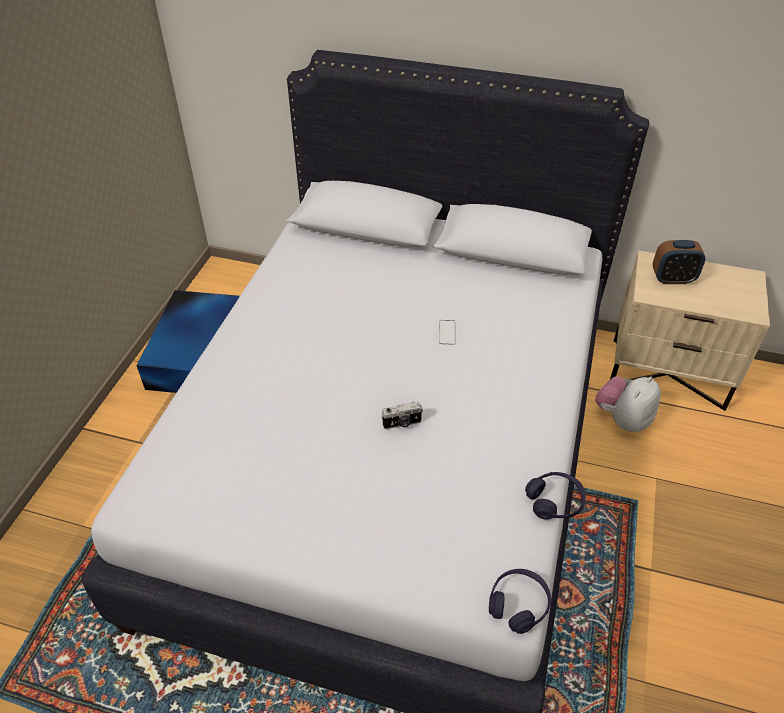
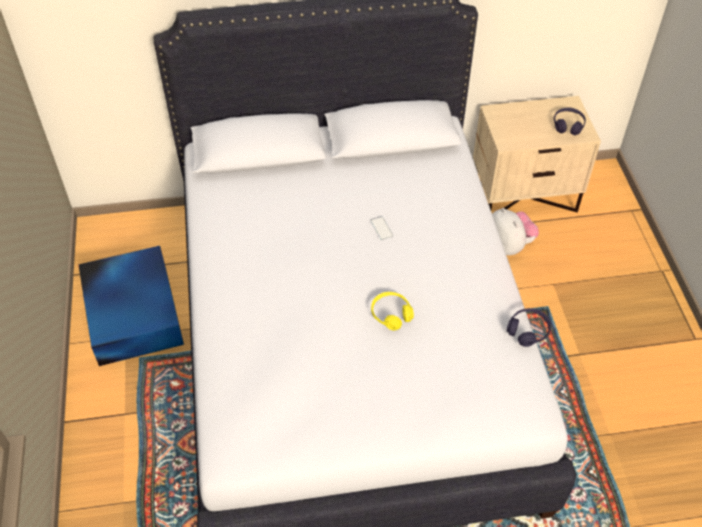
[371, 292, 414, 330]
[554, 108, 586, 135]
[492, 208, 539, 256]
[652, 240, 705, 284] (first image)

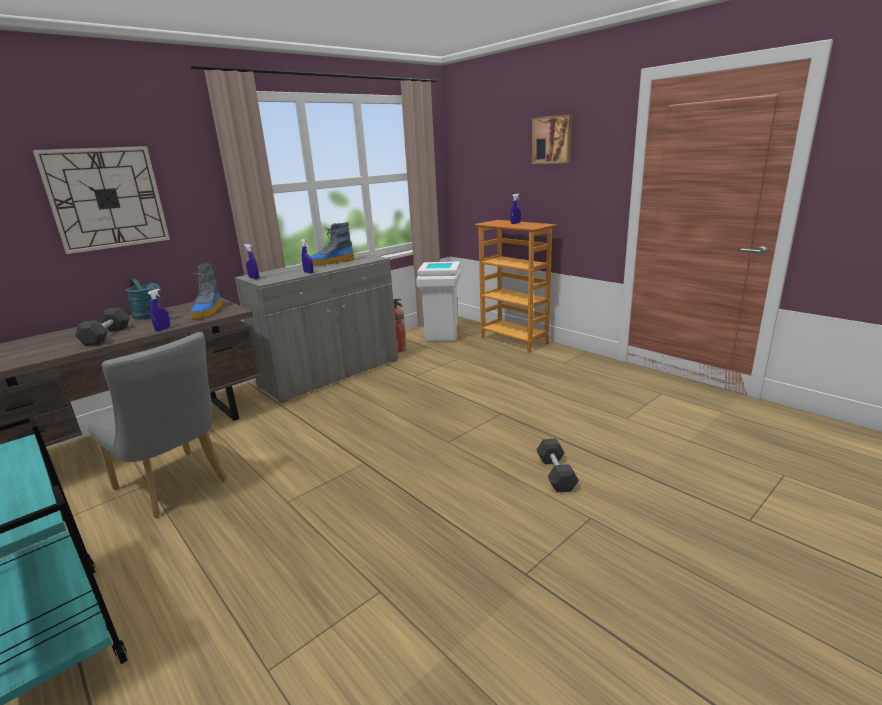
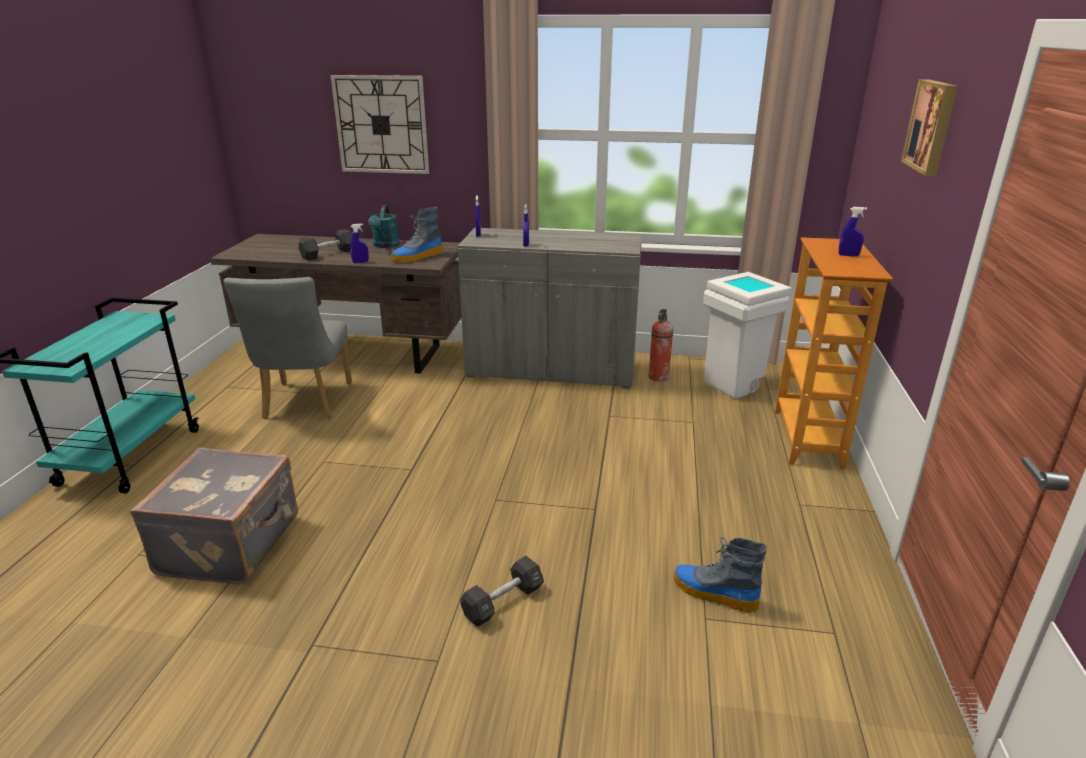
[674, 537, 767, 613]
[130, 447, 298, 584]

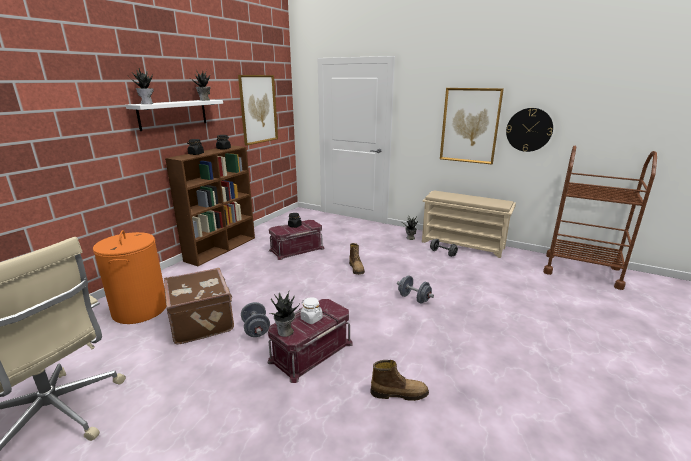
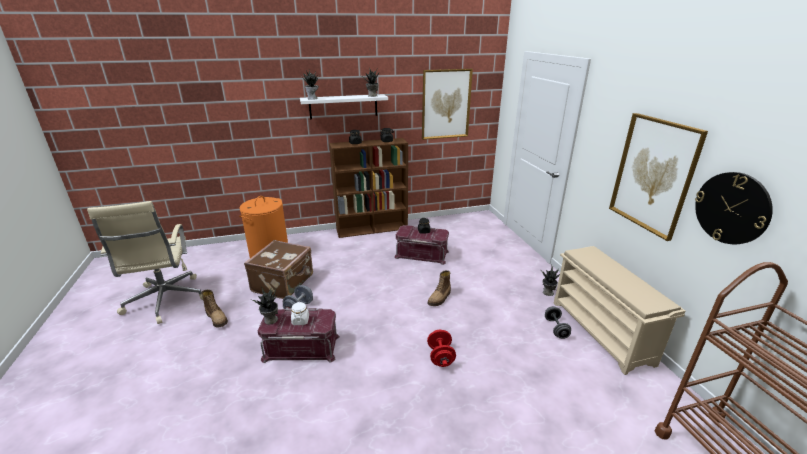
[201, 290, 228, 327]
[427, 330, 456, 367]

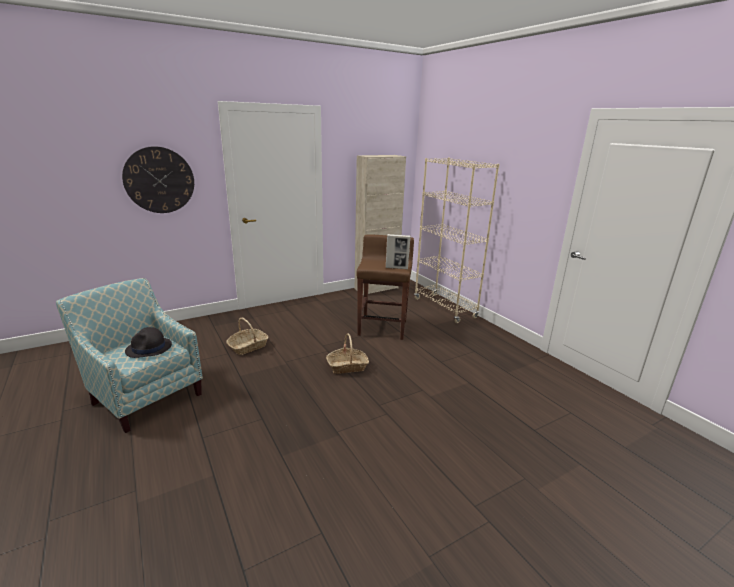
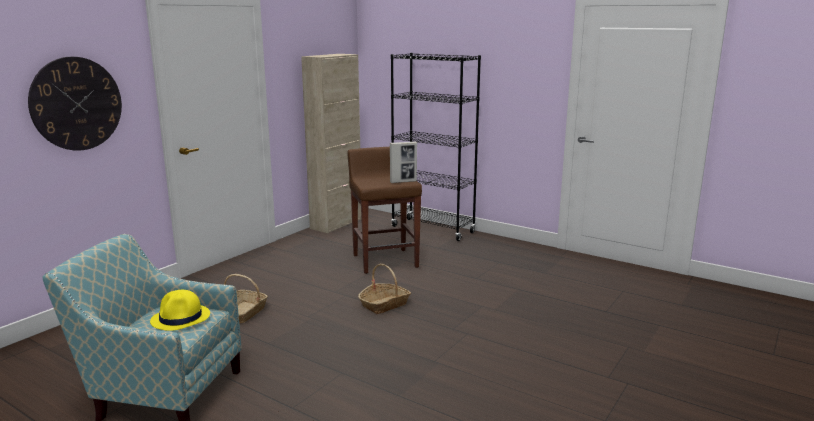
[150, 290, 210, 331]
[391, 53, 481, 241]

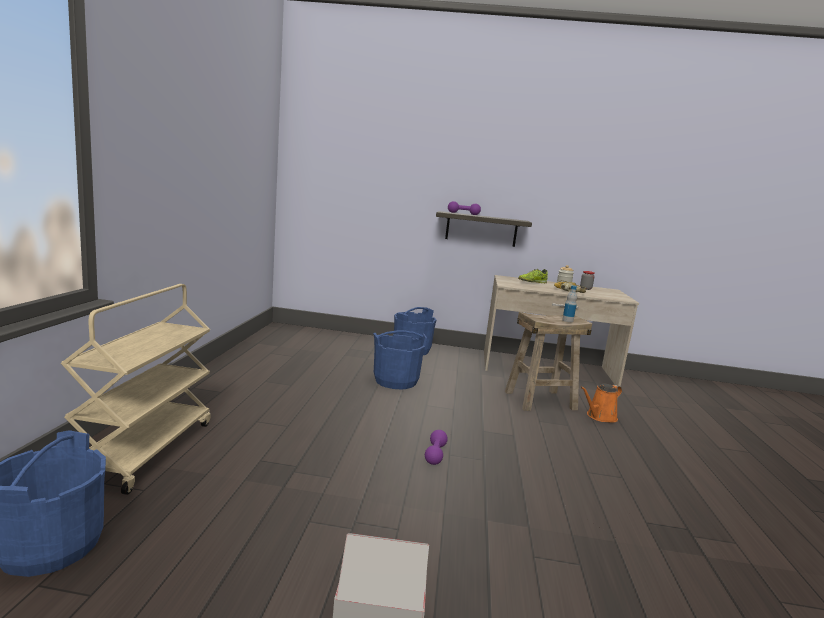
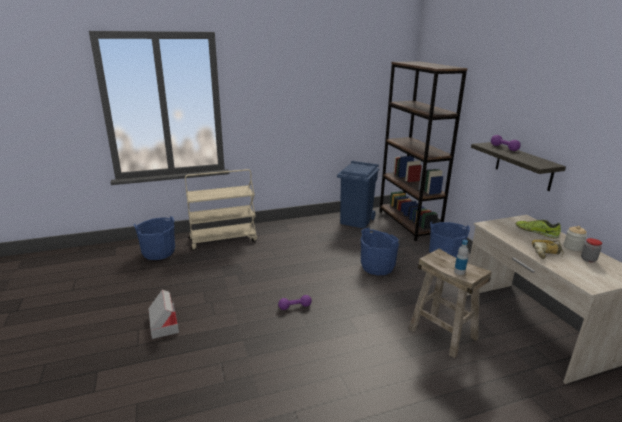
[581, 384, 622, 423] (first image)
[337, 161, 379, 228]
[379, 61, 468, 241]

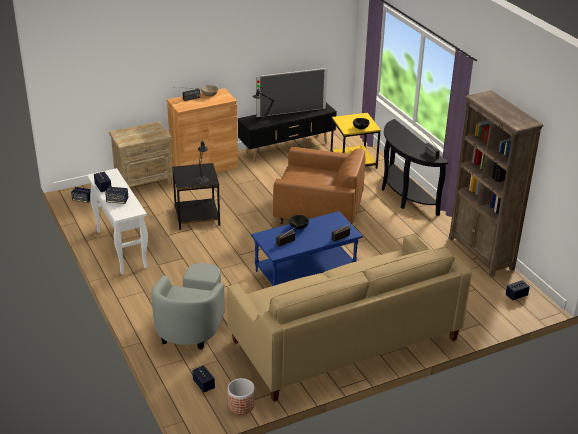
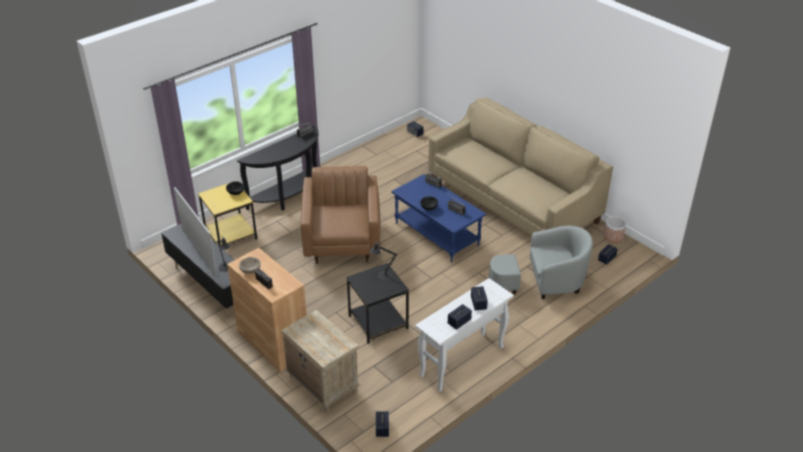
[449, 90, 543, 277] (first image)

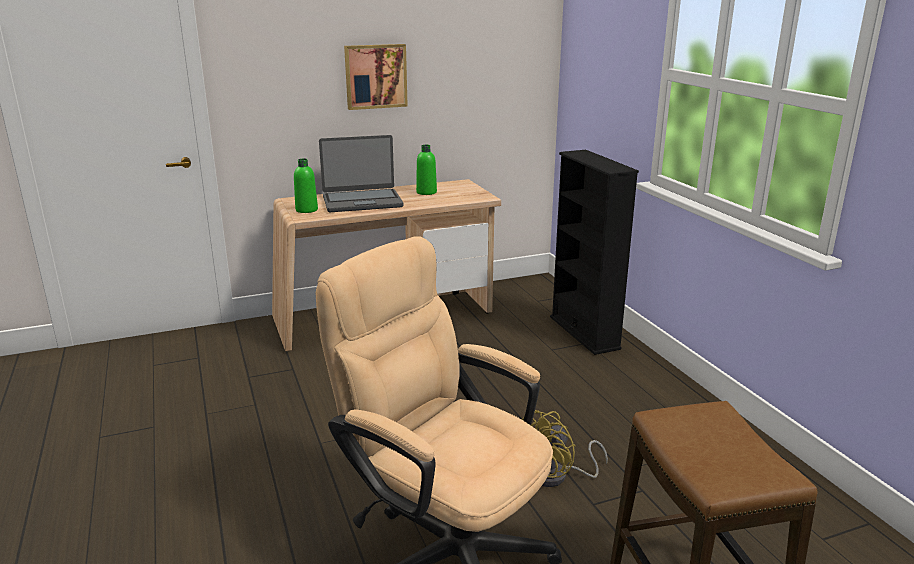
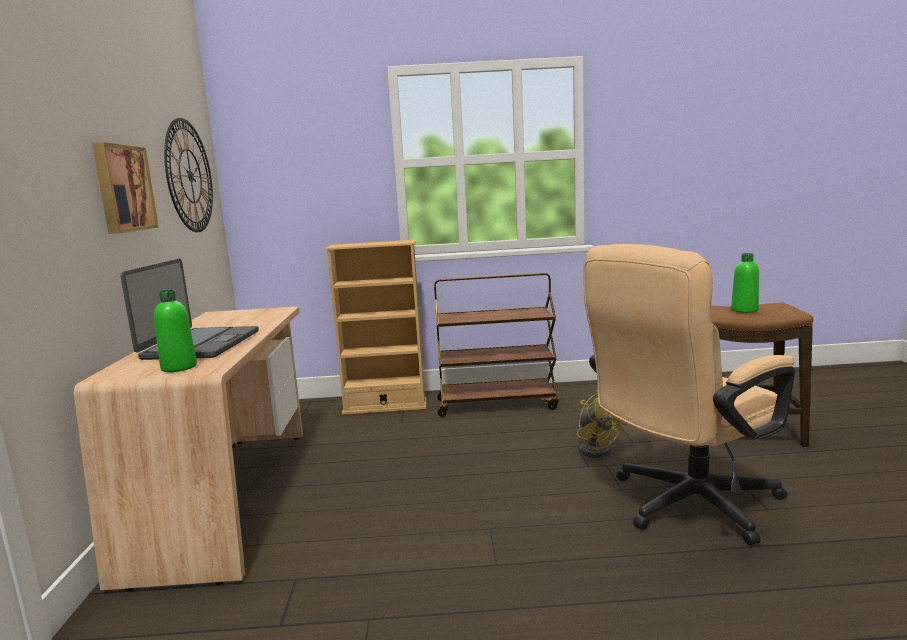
[731, 253, 759, 313]
[325, 240, 426, 415]
[164, 118, 213, 232]
[434, 273, 559, 417]

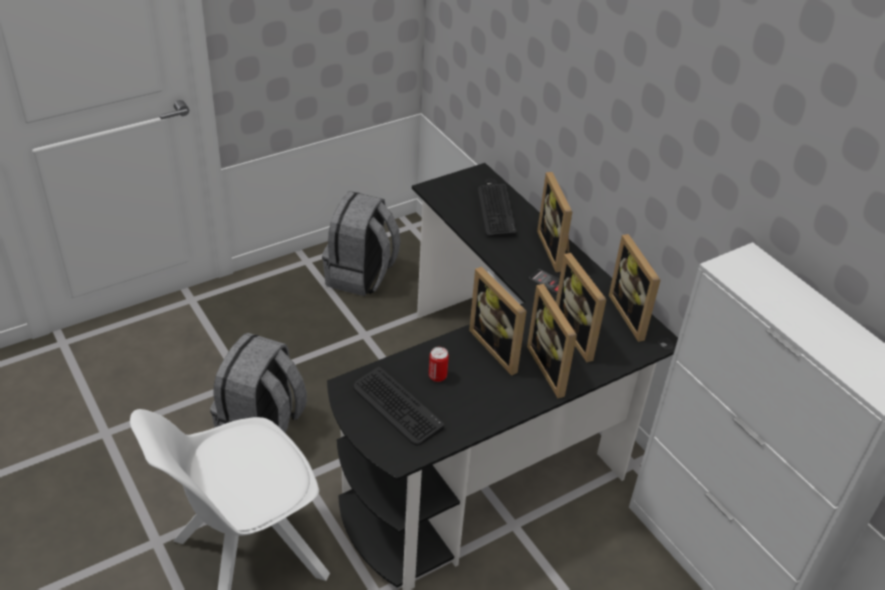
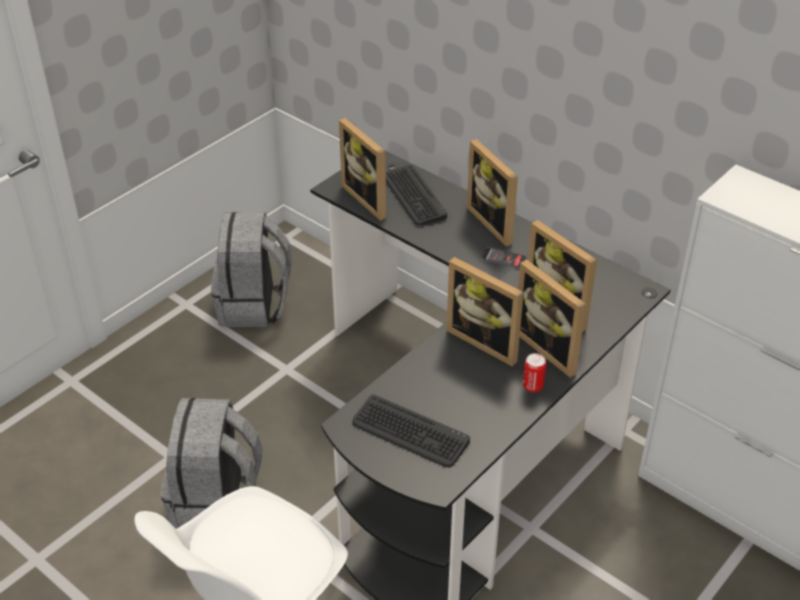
[523, 353, 546, 393]
[339, 118, 386, 221]

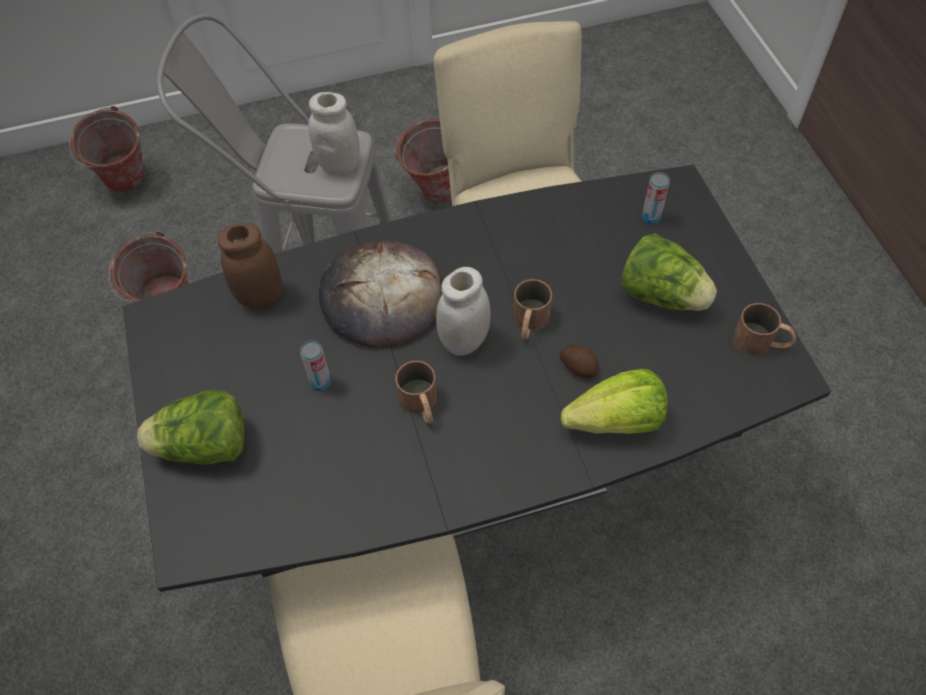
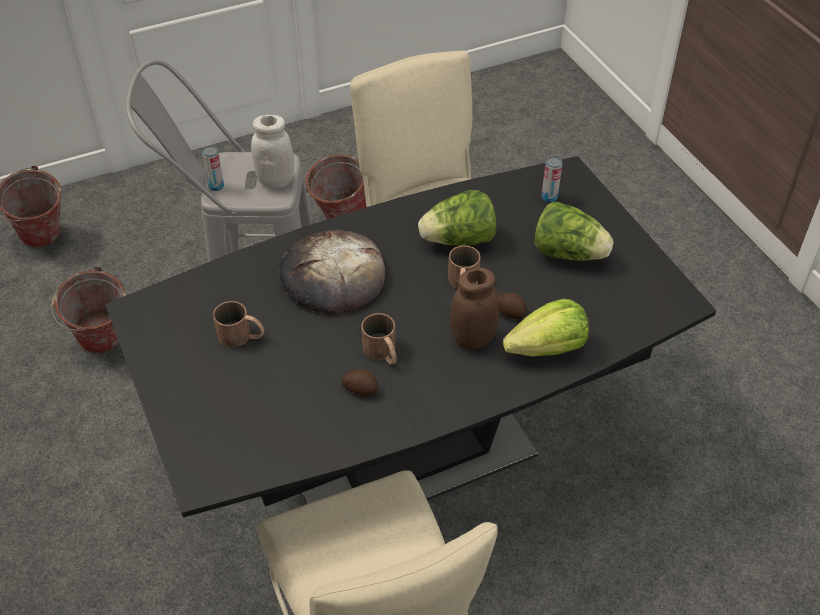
[418, 190, 496, 246]
[450, 268, 499, 349]
[202, 145, 224, 191]
[436, 267, 491, 356] (first image)
[213, 301, 264, 348]
[341, 369, 379, 397]

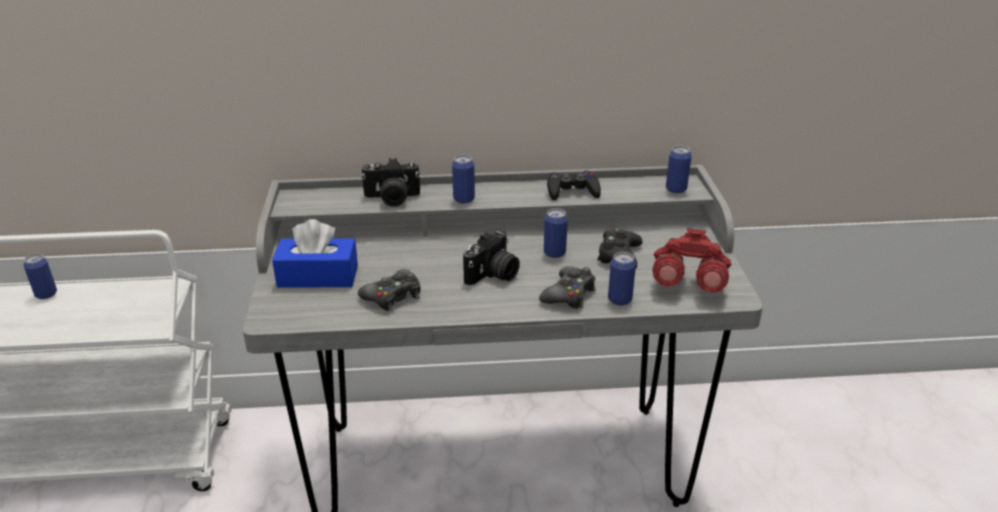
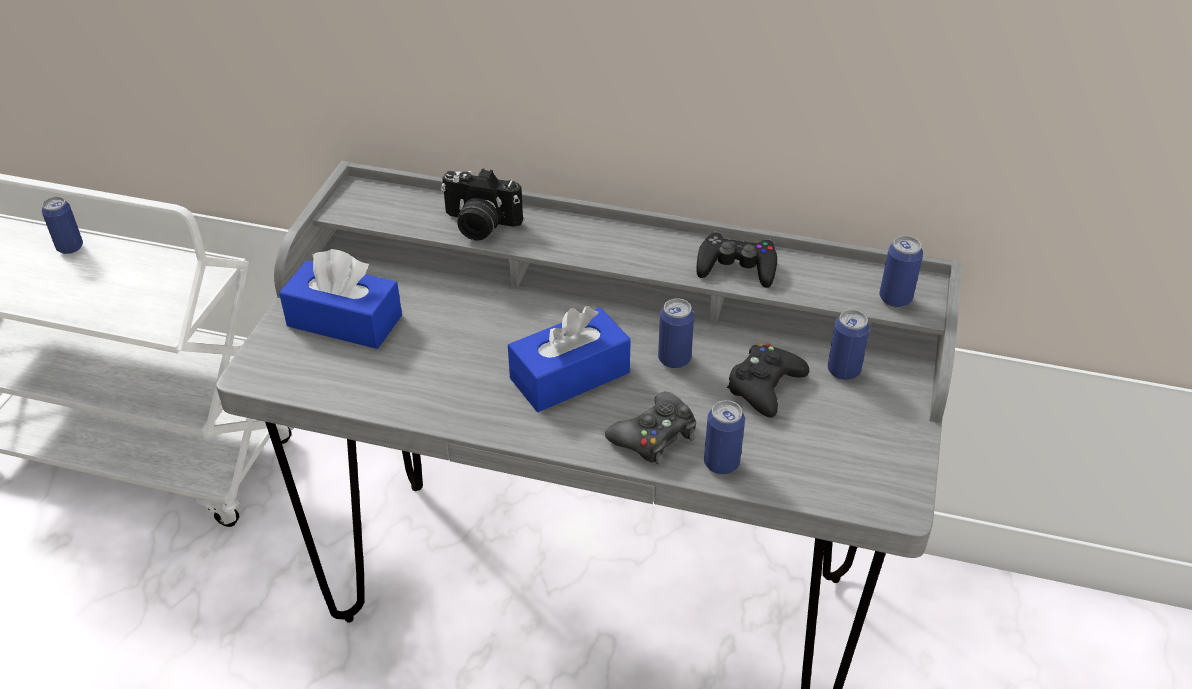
[358, 269, 420, 311] (first image)
[828, 310, 870, 380]
[508, 306, 631, 412]
[652, 228, 731, 293] (first image)

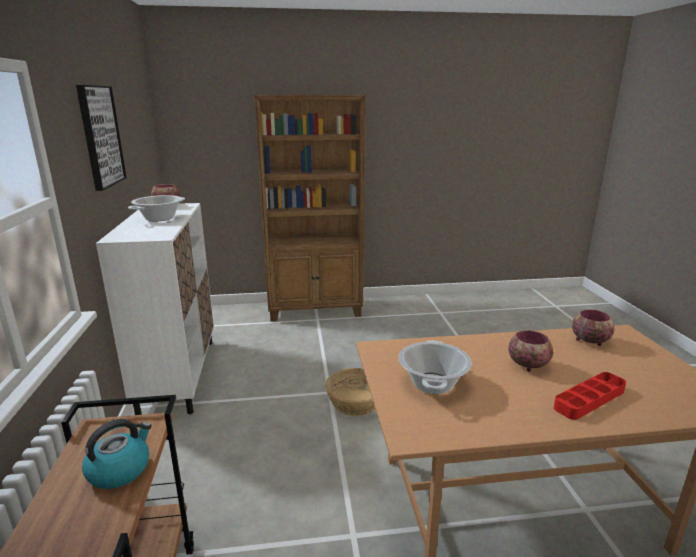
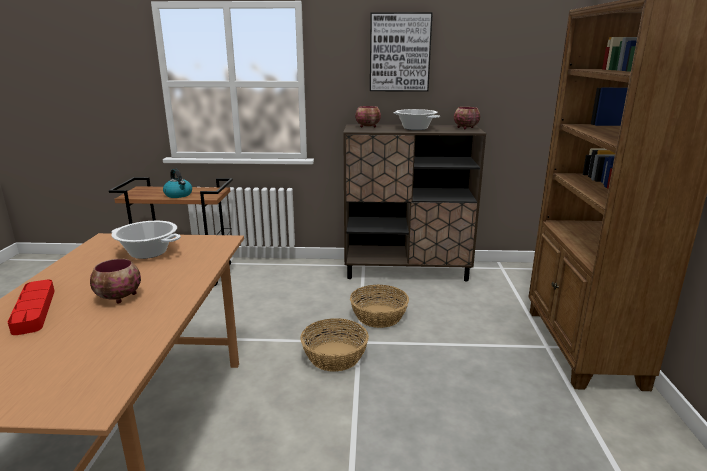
[343, 124, 486, 281]
[355, 106, 381, 127]
[350, 285, 409, 328]

